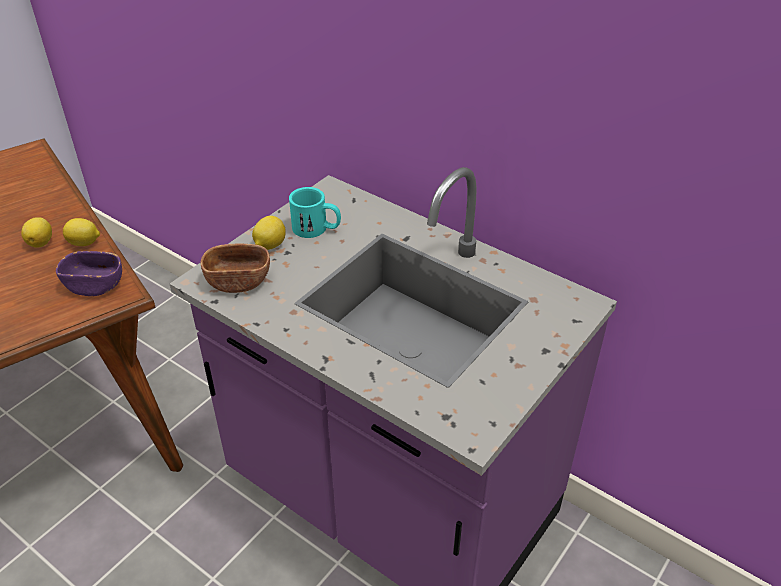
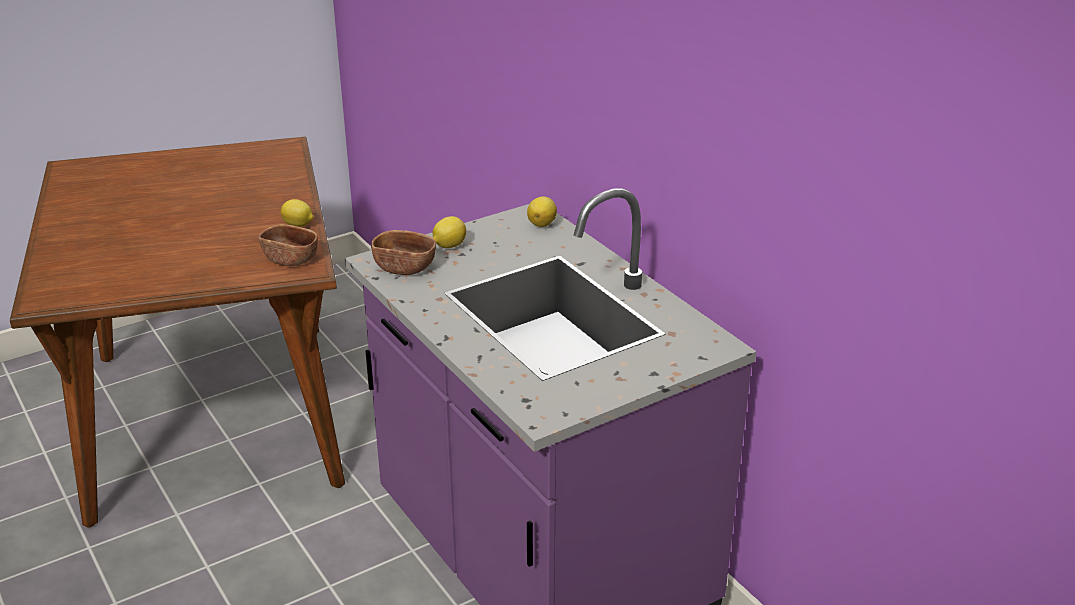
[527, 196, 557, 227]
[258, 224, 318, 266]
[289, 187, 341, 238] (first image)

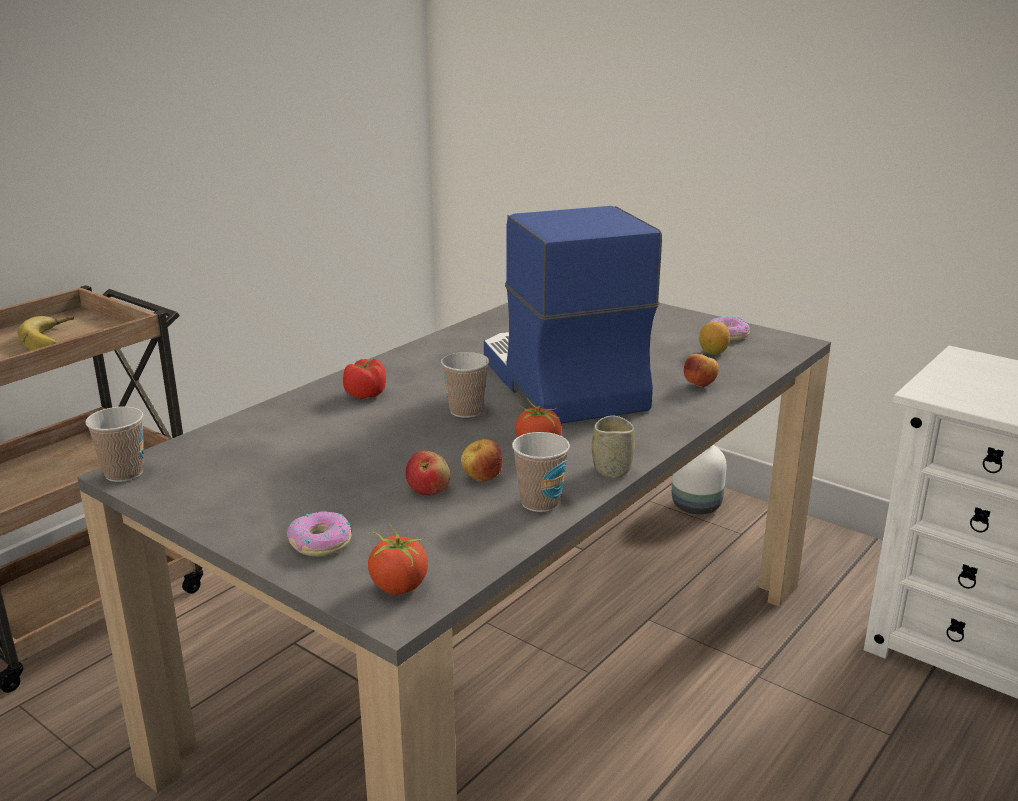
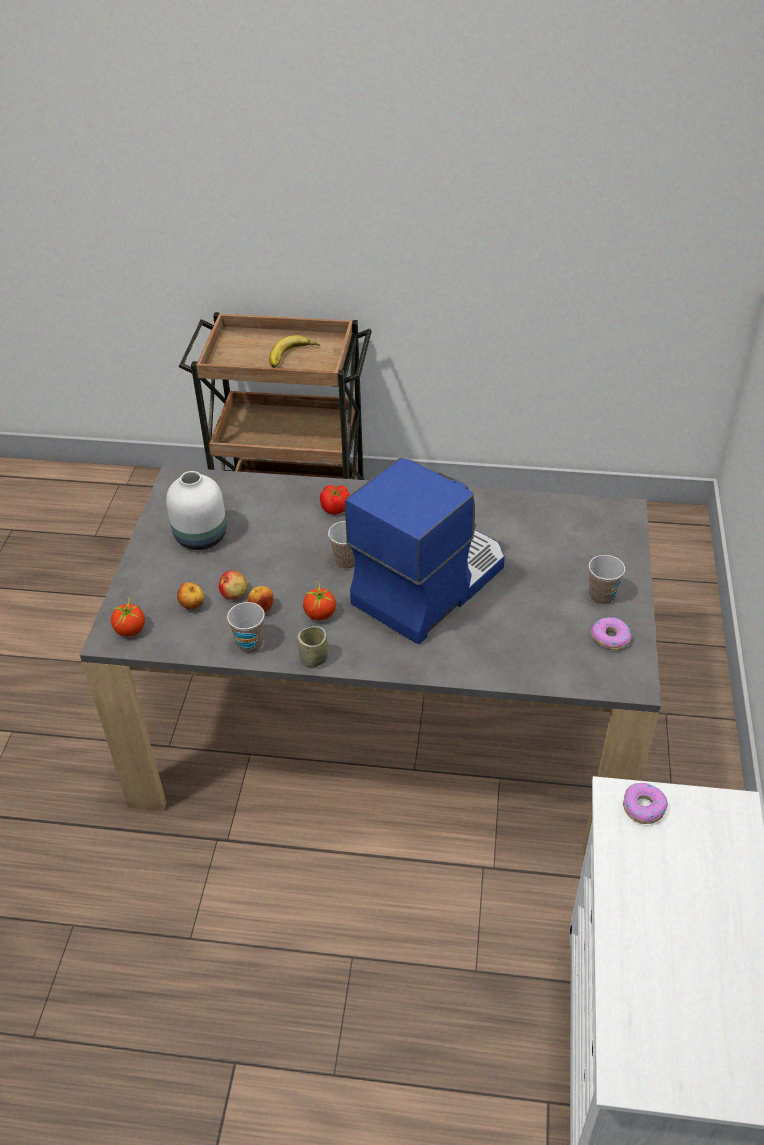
[589, 555, 625, 605]
[623, 782, 668, 824]
[166, 471, 226, 550]
[177, 582, 204, 610]
[699, 322, 730, 354] (first image)

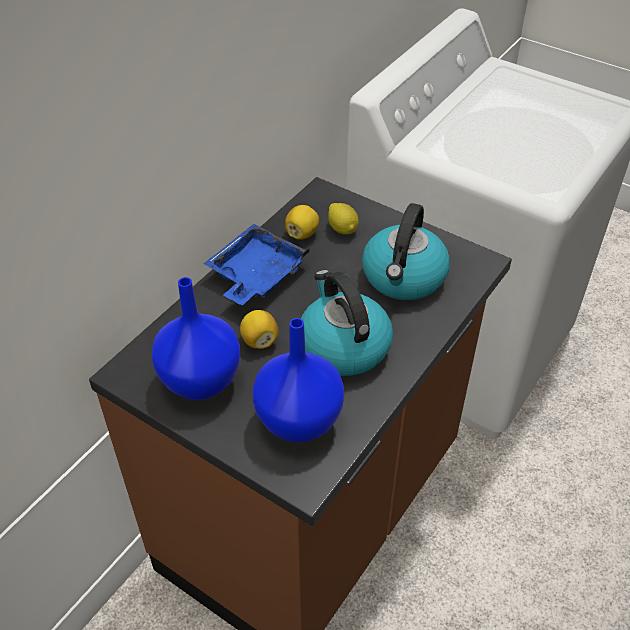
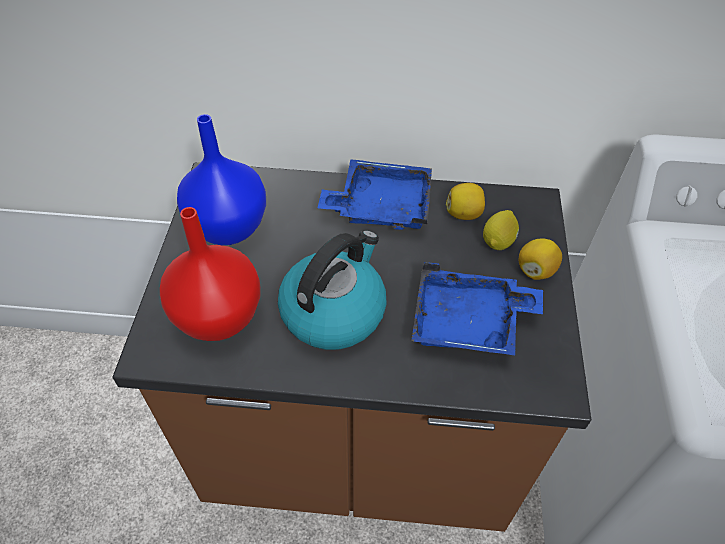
[519, 238, 562, 280]
[160, 207, 261, 341]
[411, 262, 543, 355]

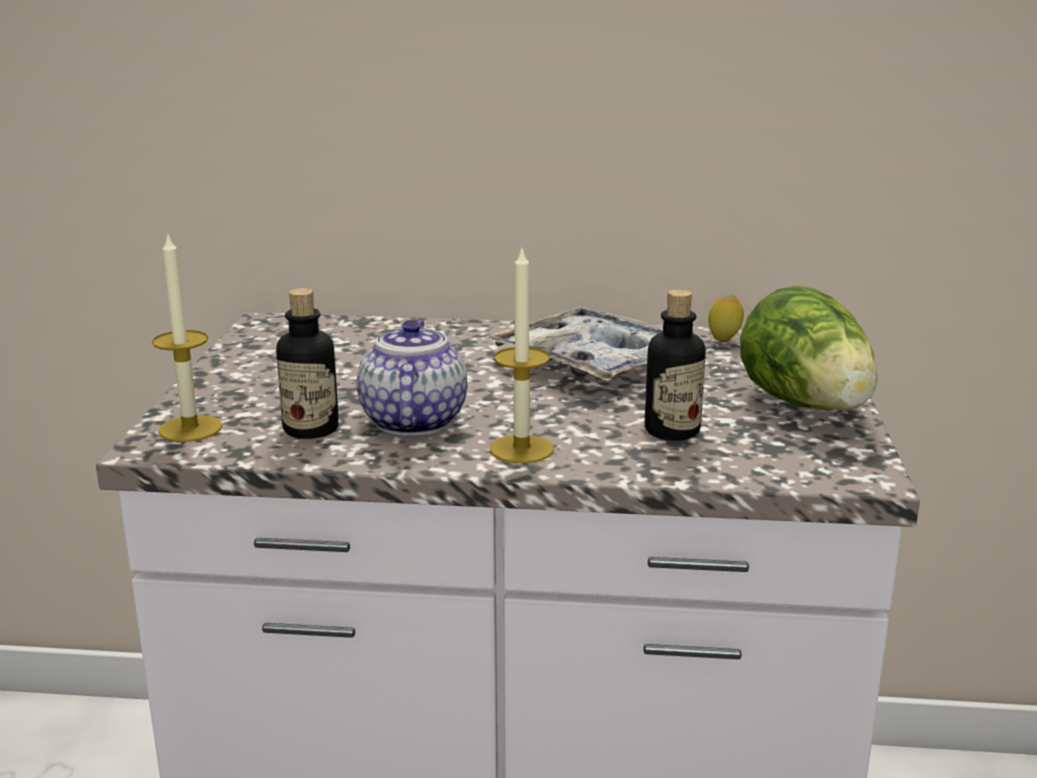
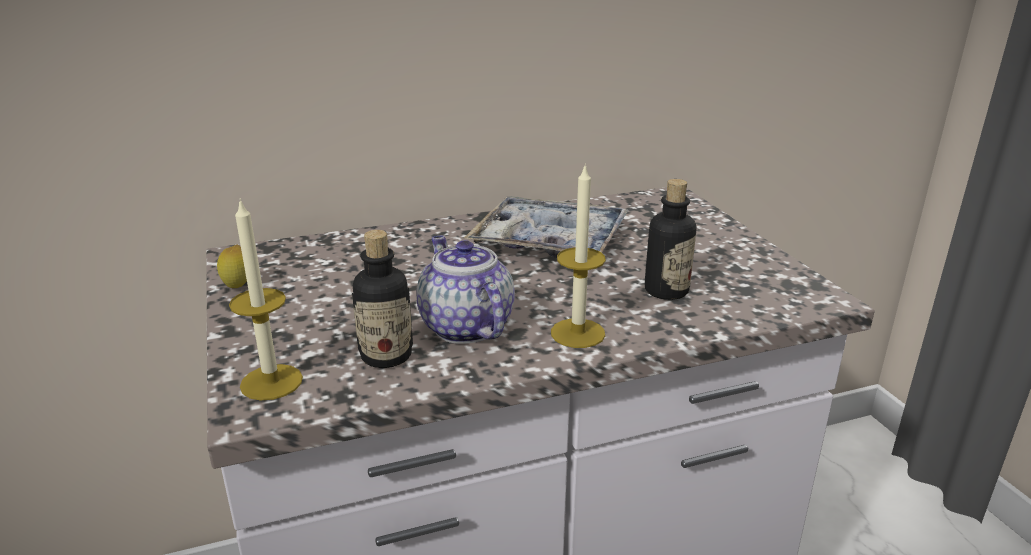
[217, 245, 247, 288]
[740, 285, 877, 411] (first image)

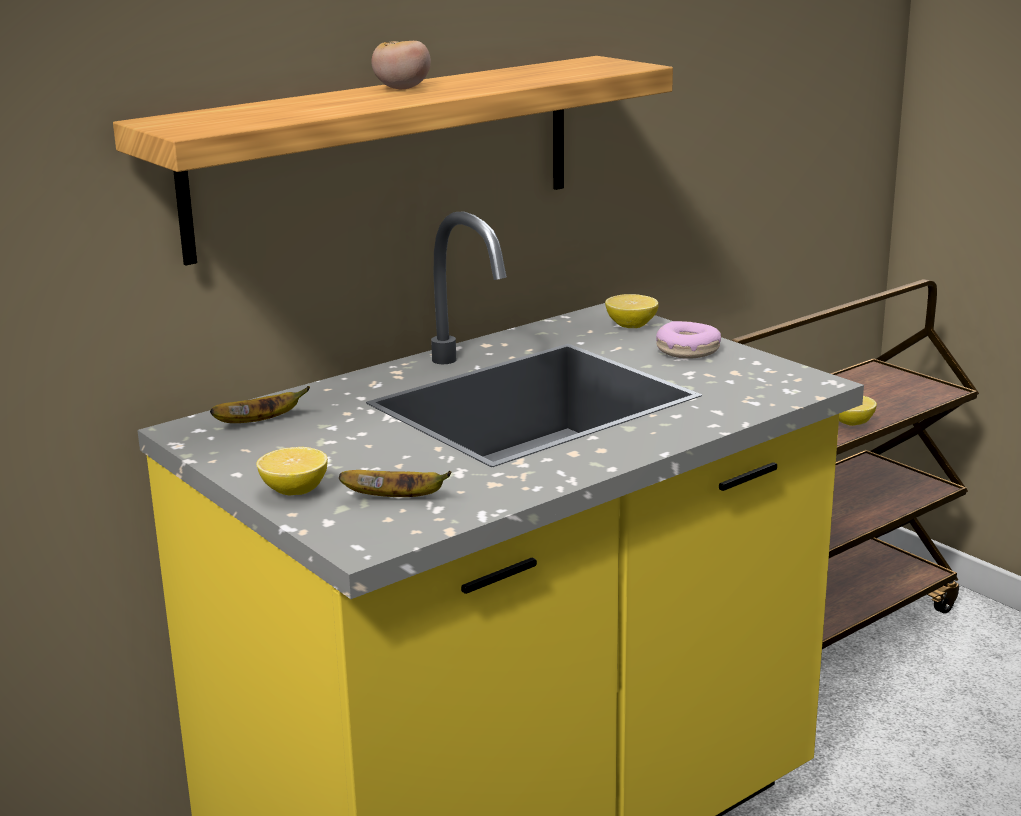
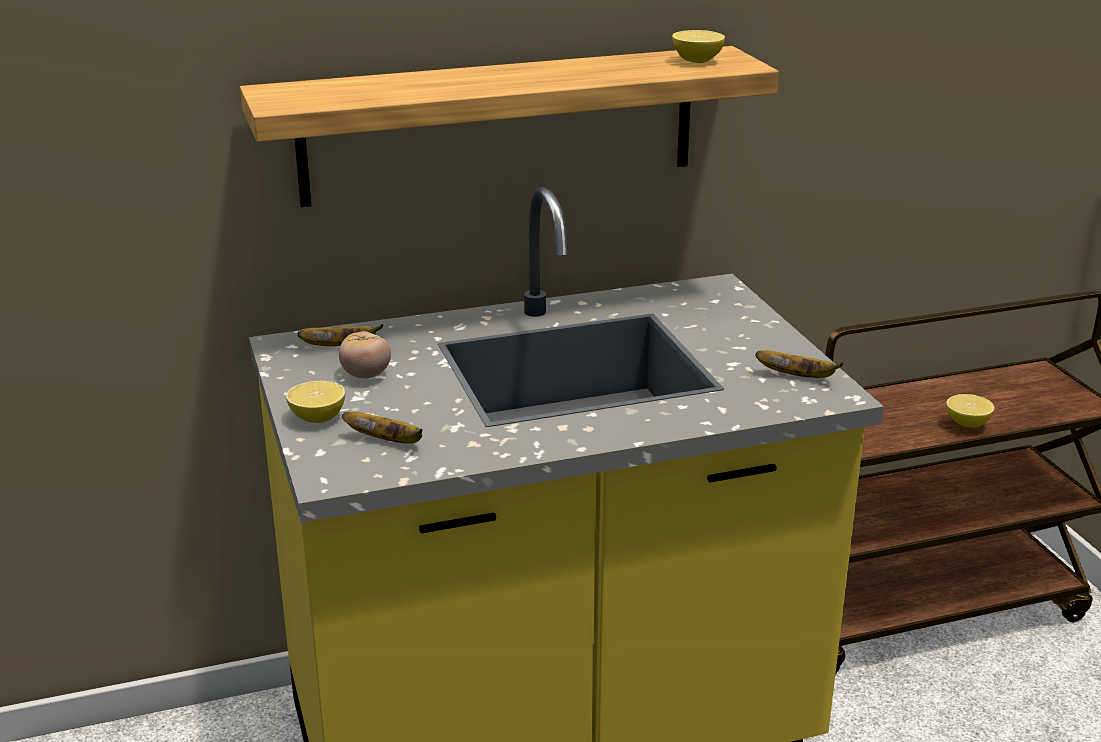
[339, 331, 391, 378]
[672, 30, 725, 63]
[656, 321, 721, 359] (first image)
[756, 350, 843, 378]

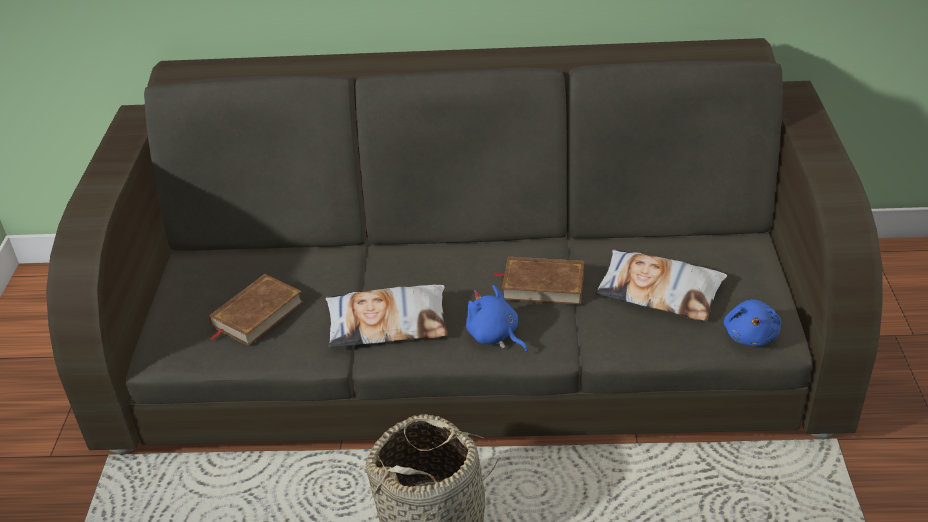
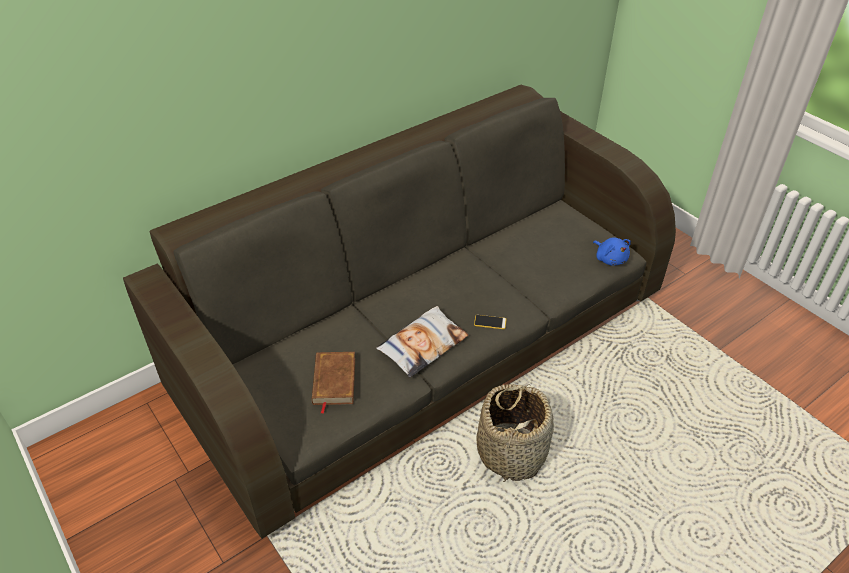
[474, 315, 506, 329]
[494, 257, 585, 305] (first image)
[595, 249, 727, 321] (first image)

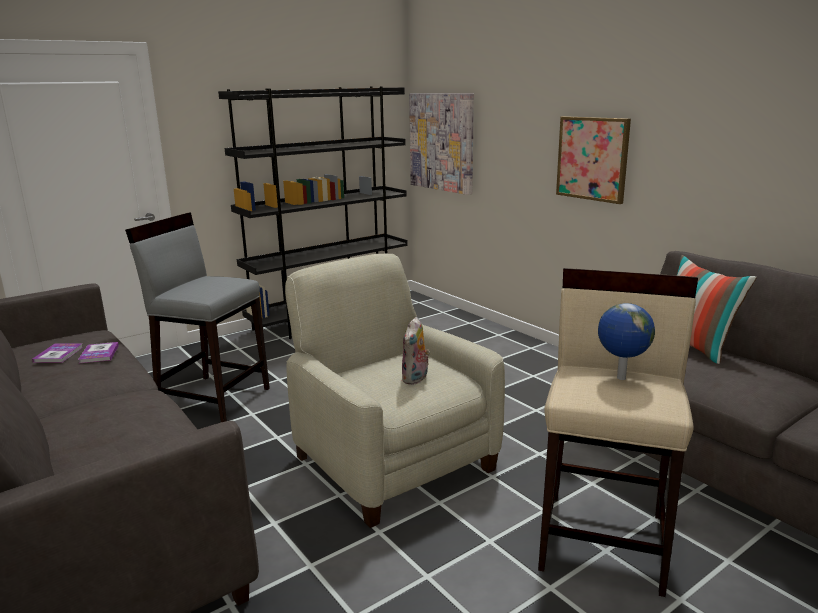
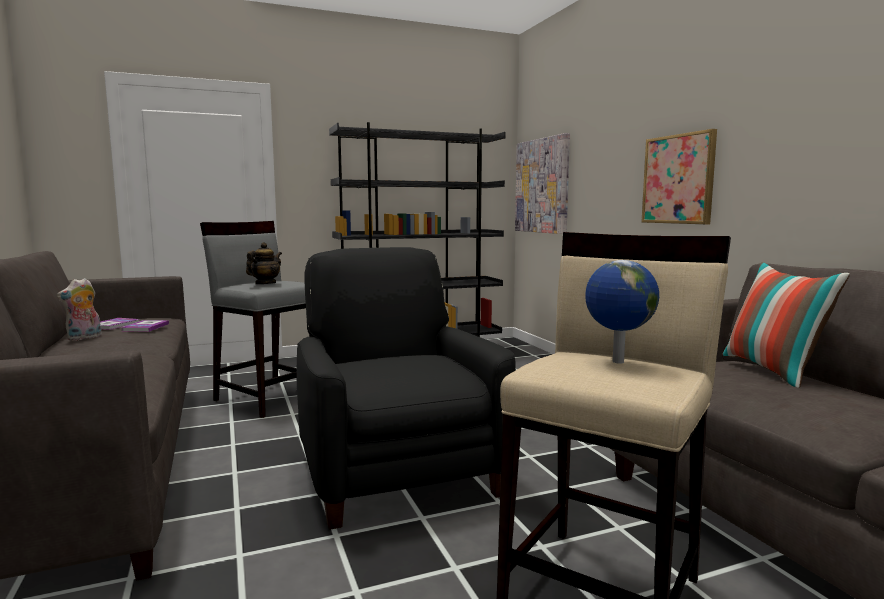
[296, 247, 516, 530]
[57, 278, 102, 341]
[246, 242, 282, 284]

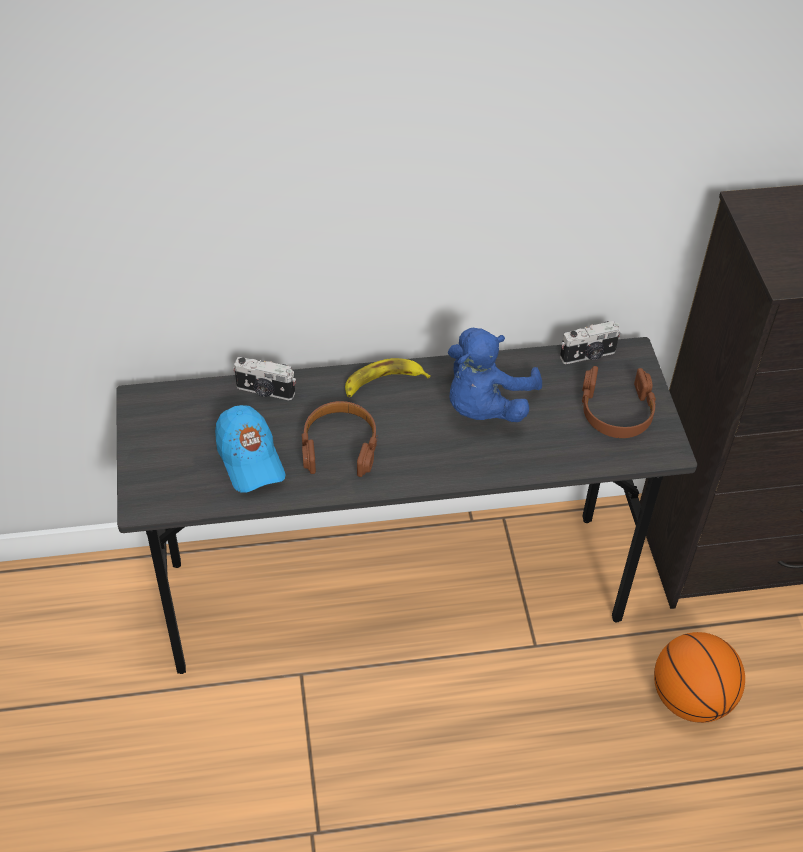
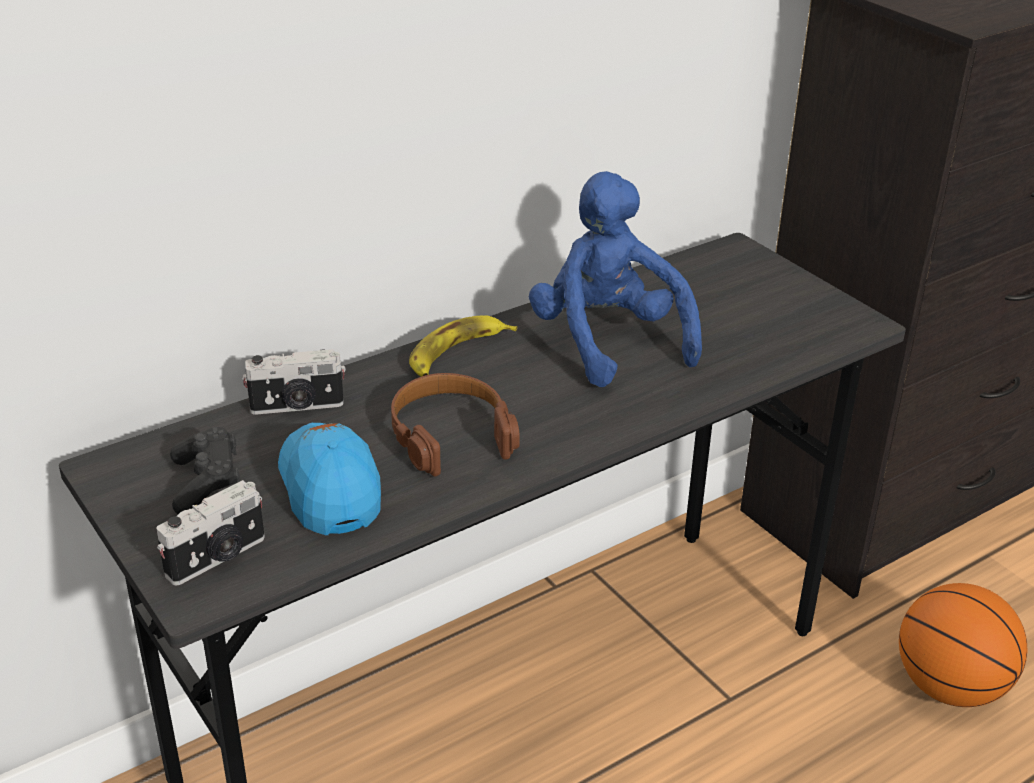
[278, 423, 381, 535]
[529, 171, 702, 387]
[156, 480, 265, 585]
[582, 366, 656, 438] (first image)
[170, 427, 240, 514]

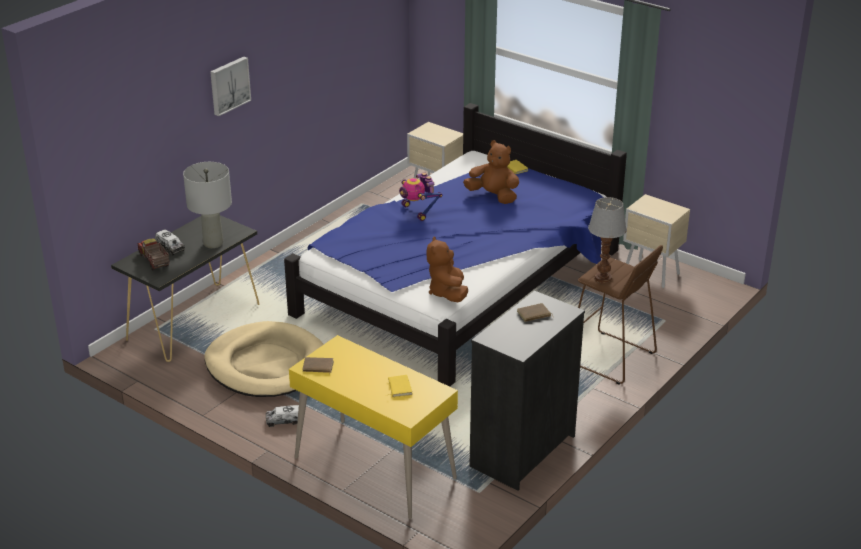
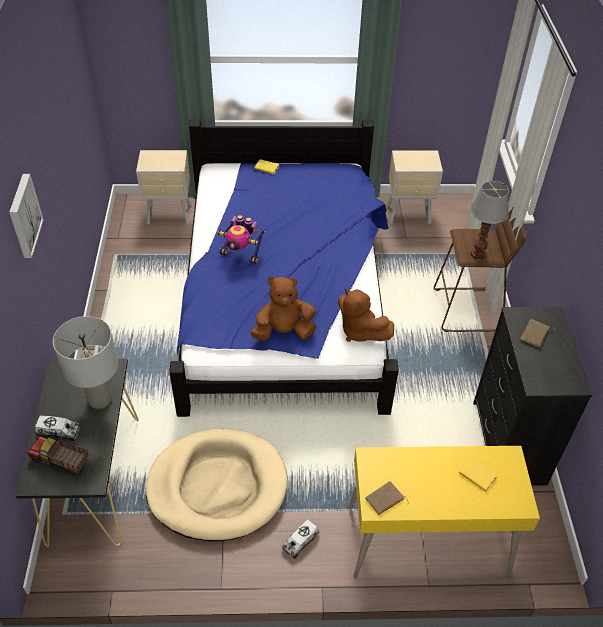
[251, 277, 316, 341]

